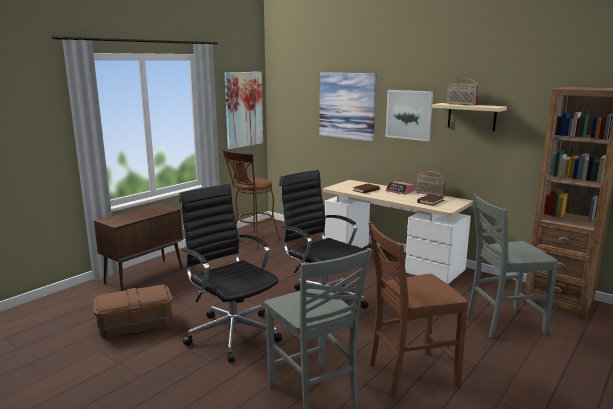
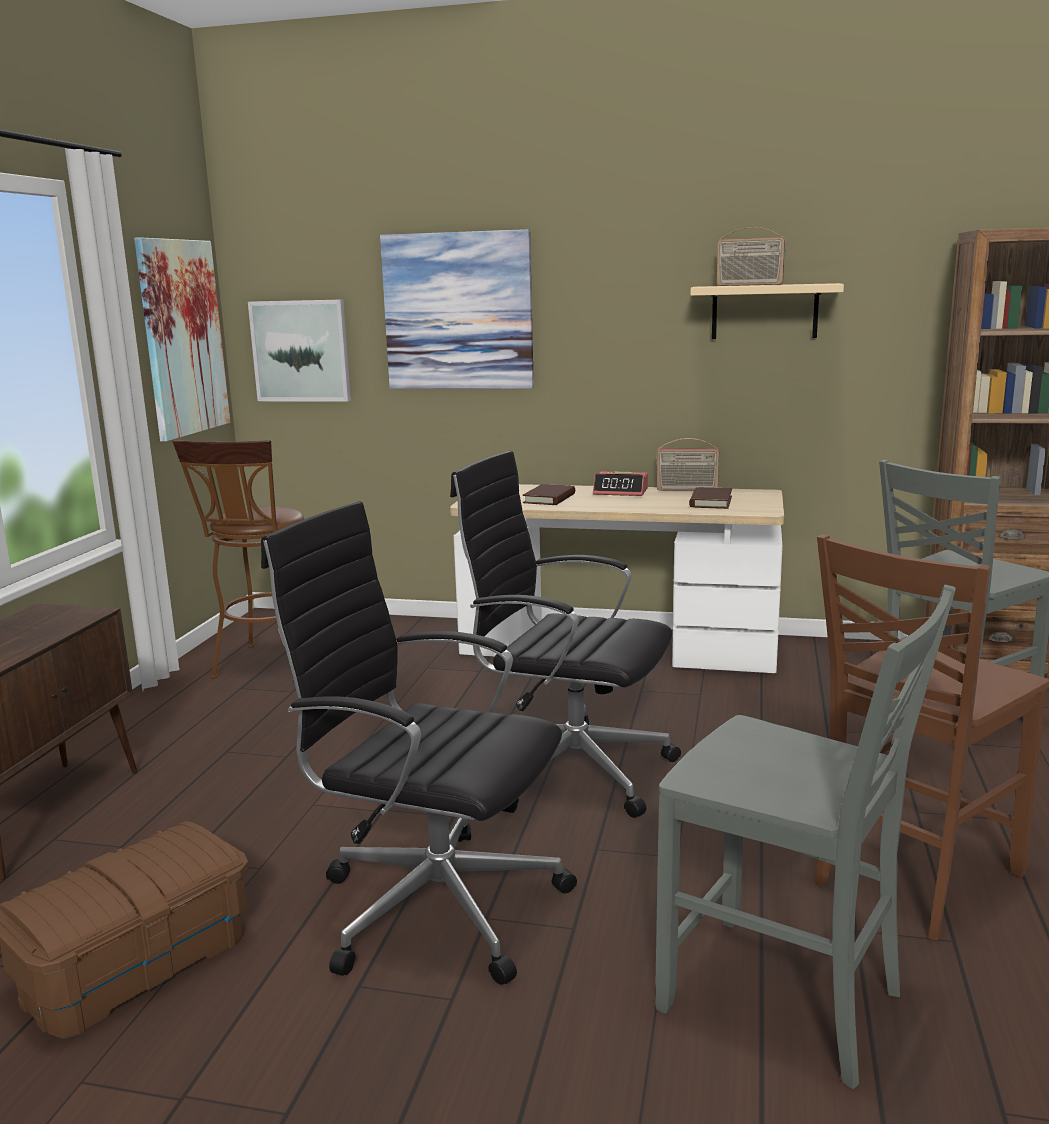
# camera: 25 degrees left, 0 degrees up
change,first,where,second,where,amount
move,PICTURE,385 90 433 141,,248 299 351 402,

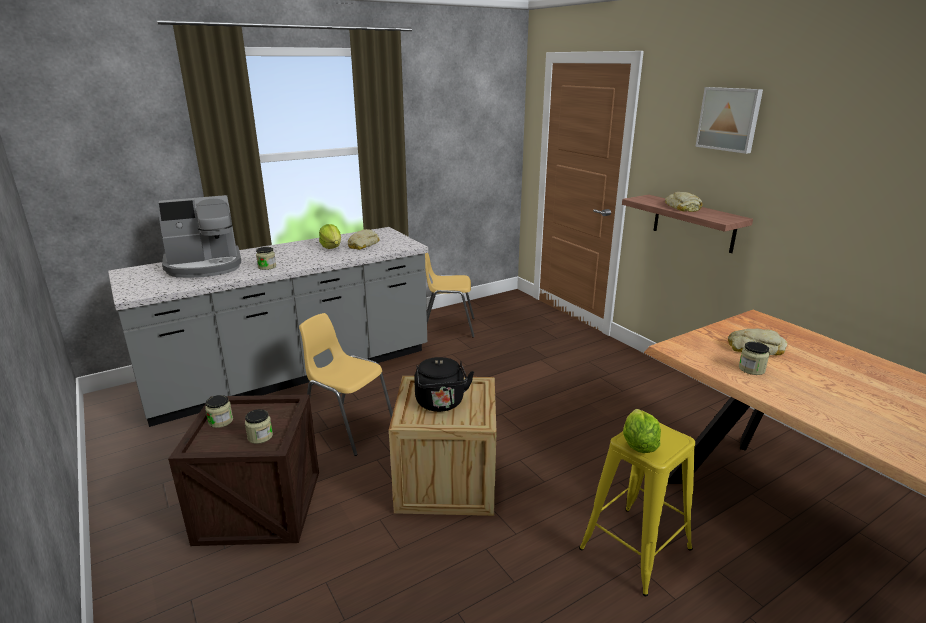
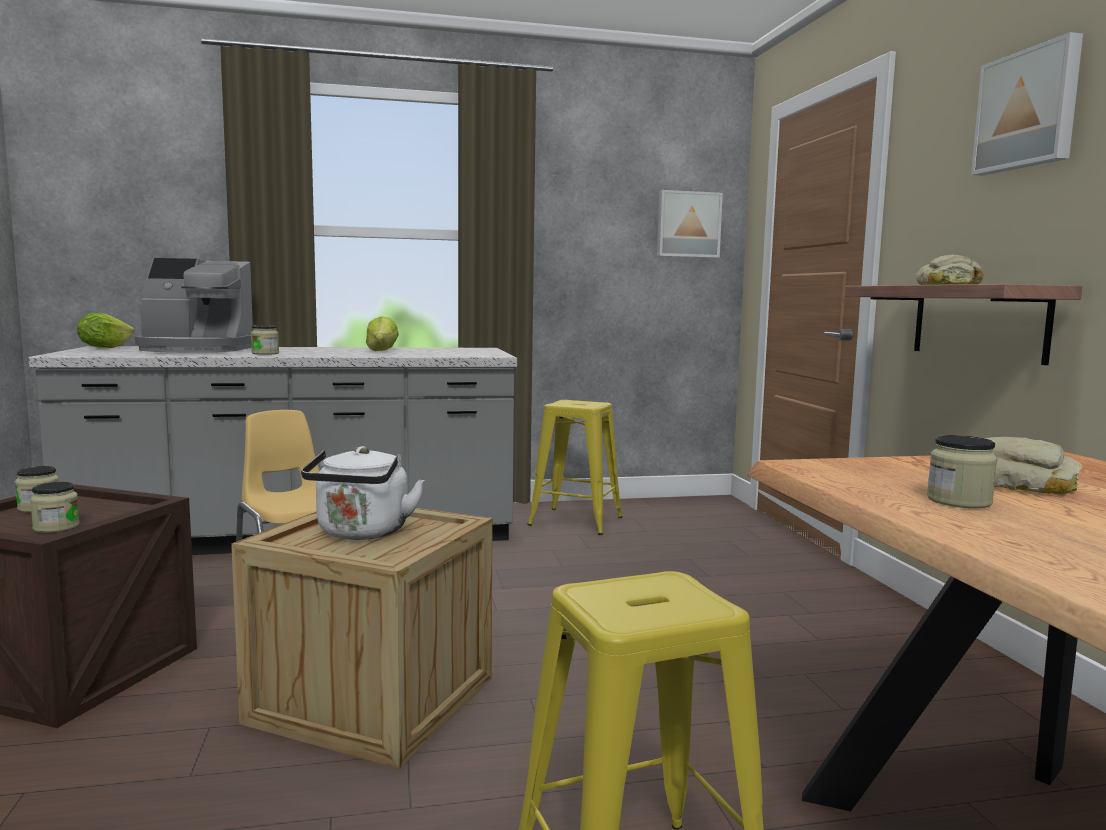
# camera: 20 degrees right, 15 degrees down
change,first,where,second,where,amount
delete,BREAD,348 229 380 250,,,
replace,YELLOW CHAIR,425 253 475 337,YELLOW STOOL,527 400 622 535,
recolor,BLACK KETTLE,414 357 474 412,WHITE KETTLE,301 446 425 540,
move,LETTUCE,623 409 661 453,,77 313 134 348,
insert,,,PICTURE,657 190 723 258,

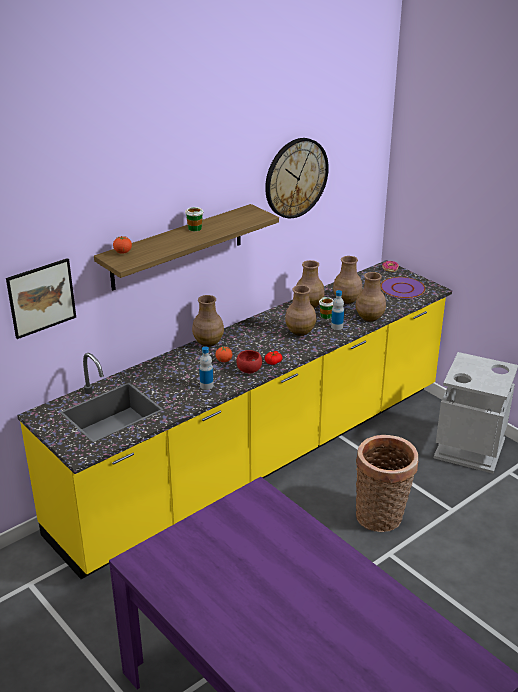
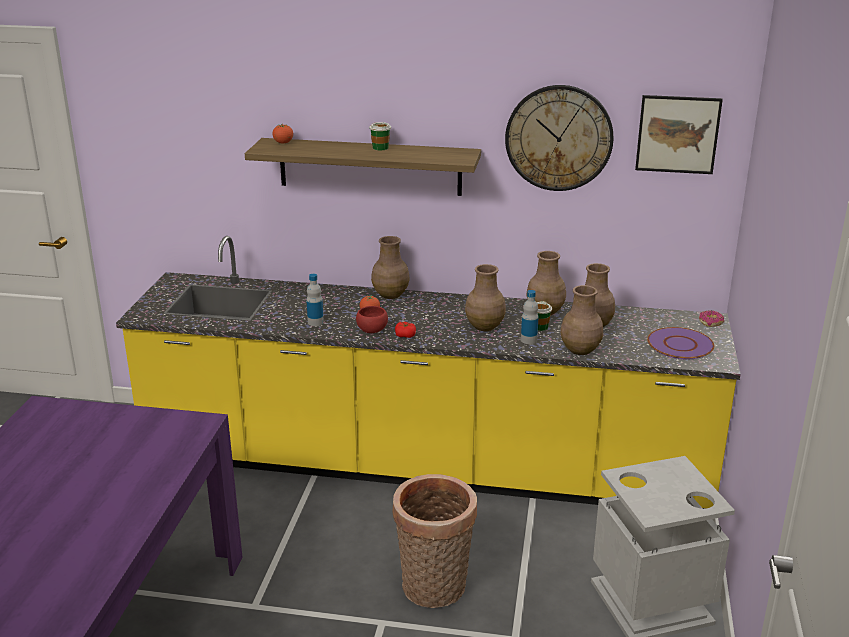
# camera: 50 degrees right, 5 degrees down
change,first,where,second,where,amount
move,PICTURE,6 258 76 339,,635 95 723 174,

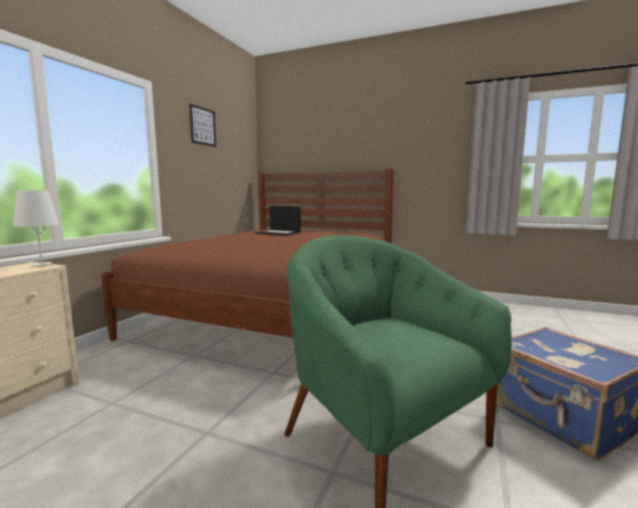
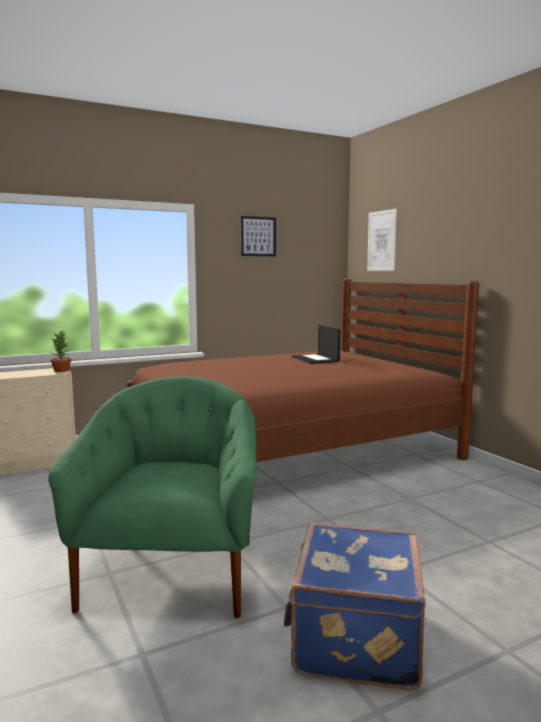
# camera: 40 degrees right, 0 degrees up
change,first,where,second,where,amount
replace,WHITE TABLE LAMP,13 191 60 267,POTTED PLANT,50 331 72 372,
insert,,,PICTURE,367 209 397 271,

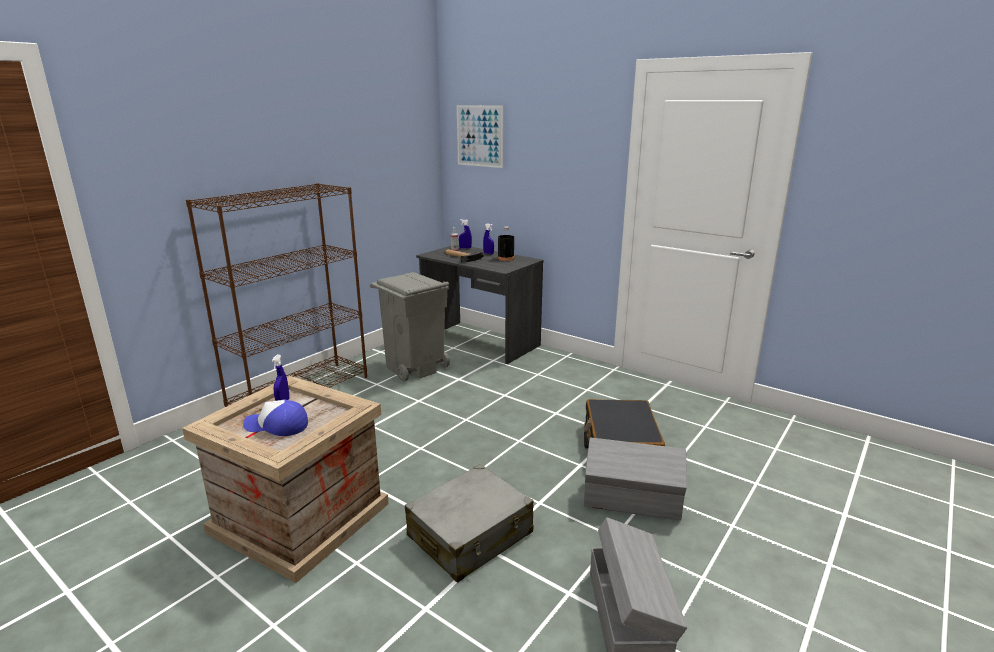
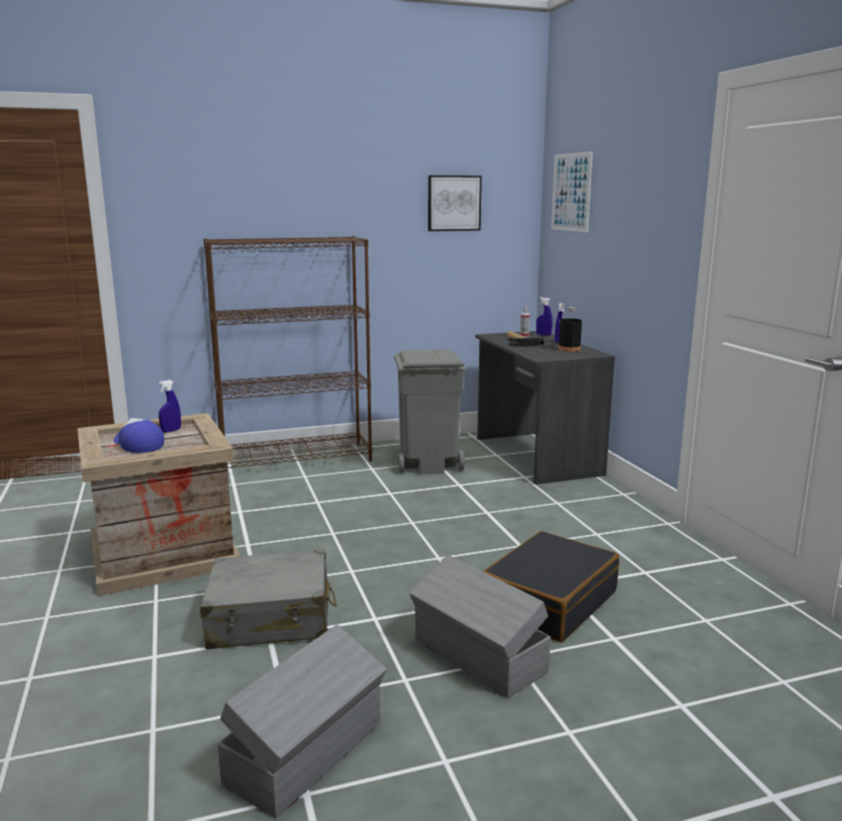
# camera: 35 degrees right, 5 degrees down
change,first,where,second,where,amount
insert,,,PICTURE,428 175 482 231,

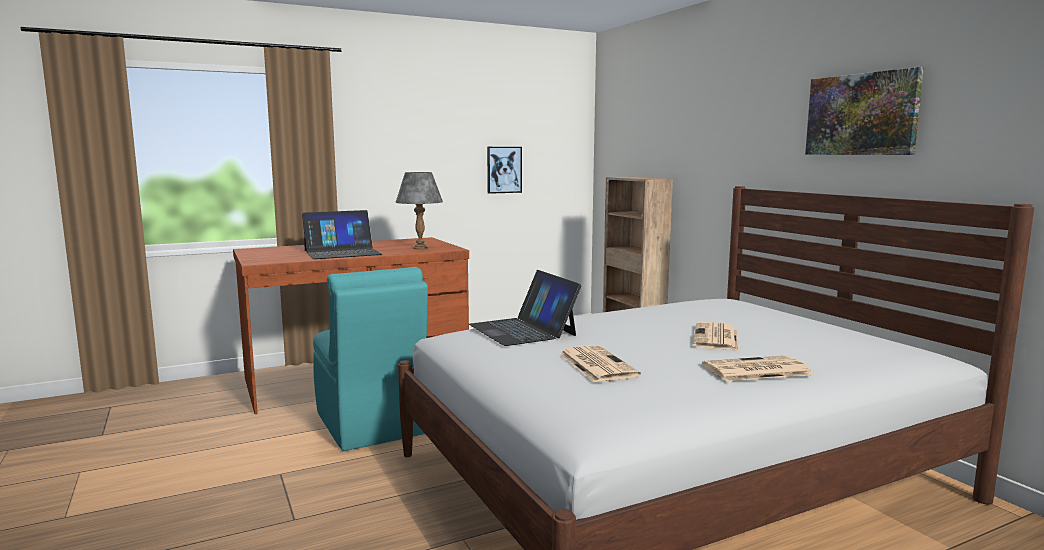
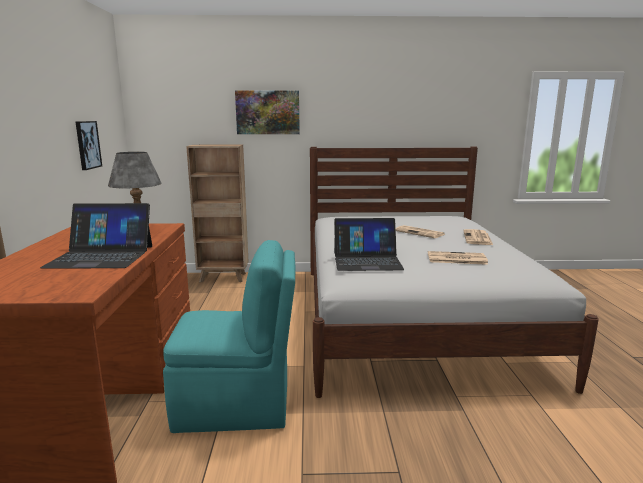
# camera: 65 degrees left, 5 degrees up
change,first,where,second,where,amount
move,PICTURE,805 67 924 155,,235 91 300 134,
rotate,LAPTOP,302 210 382 259,,40 203 152 269,90 degrees clockwise

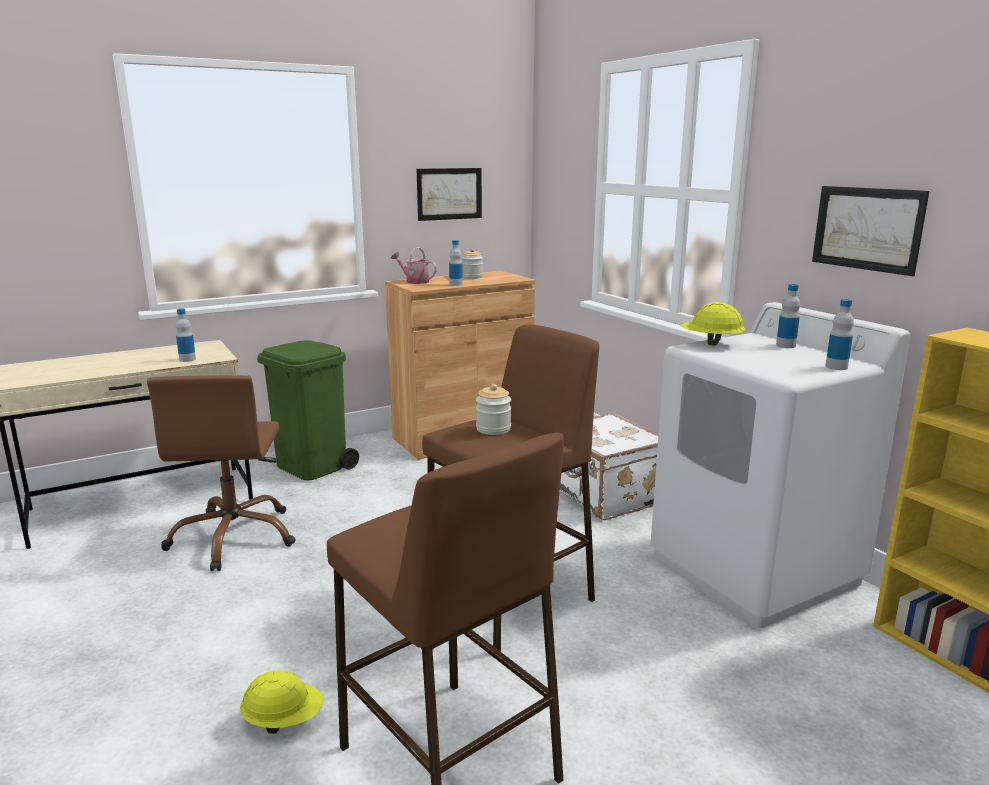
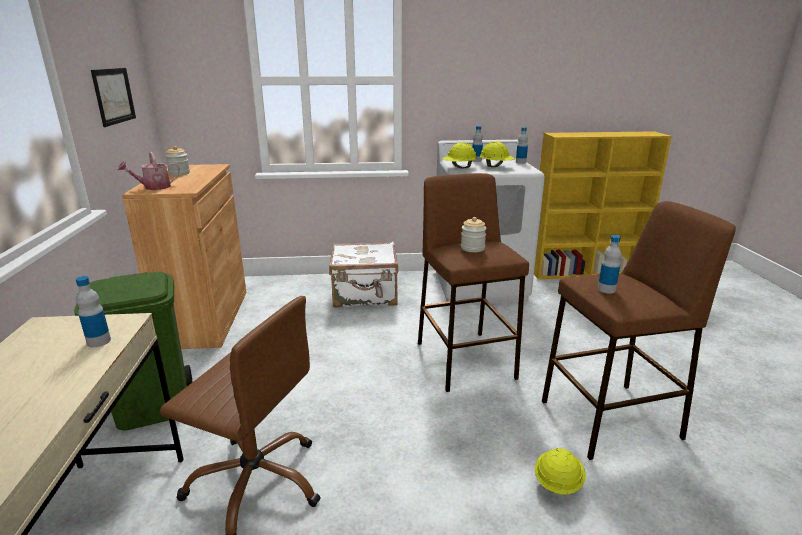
# camera: 65 degrees left, 5 degrees up
change,first,where,second,where,amount
delete,PICTURE,812 186 929 276,,,
move,BOTTLE,449 240 463 286,,597 235 621 293,
insert,,,YELLOW HARD HAT,480 141 515 167,

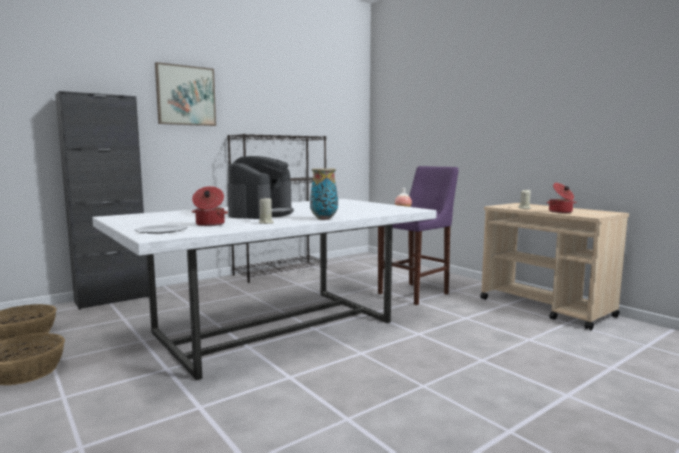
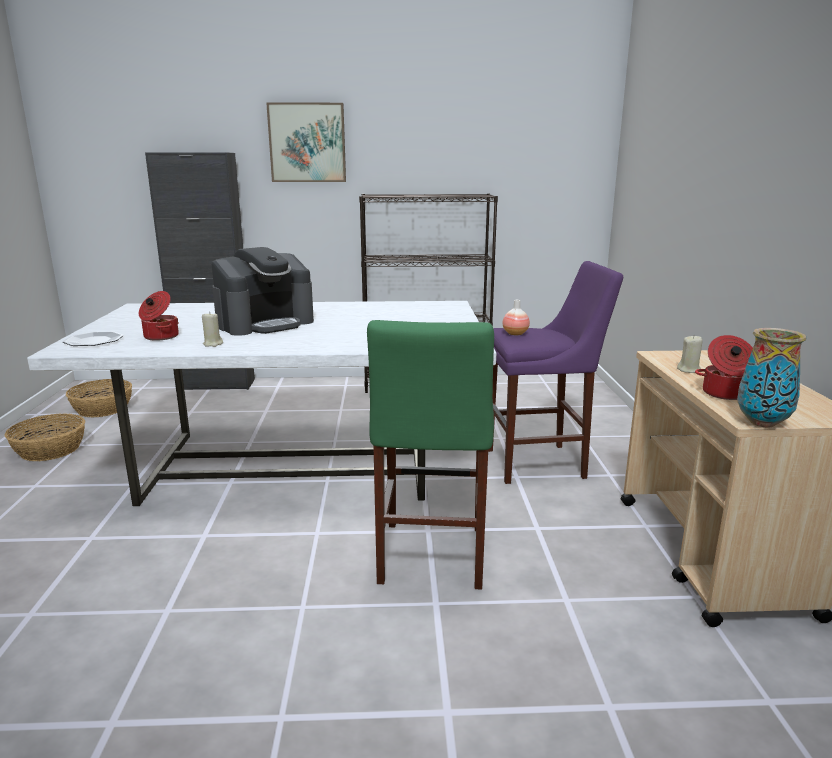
# camera: 35 degrees right, 10 degrees up
change,first,where,second,where,amount
move,VASE,310 168 338 220,,737 328 806 428,
insert,,,GREEN STOOL,367 320 494 590,

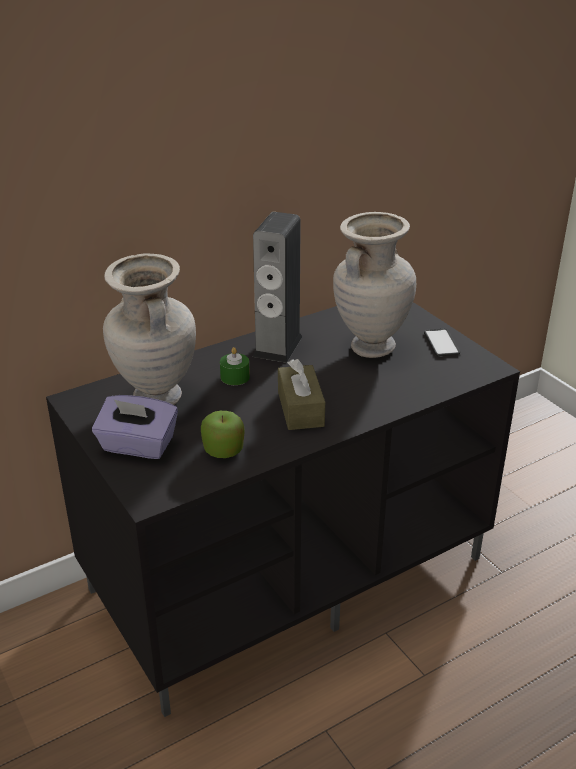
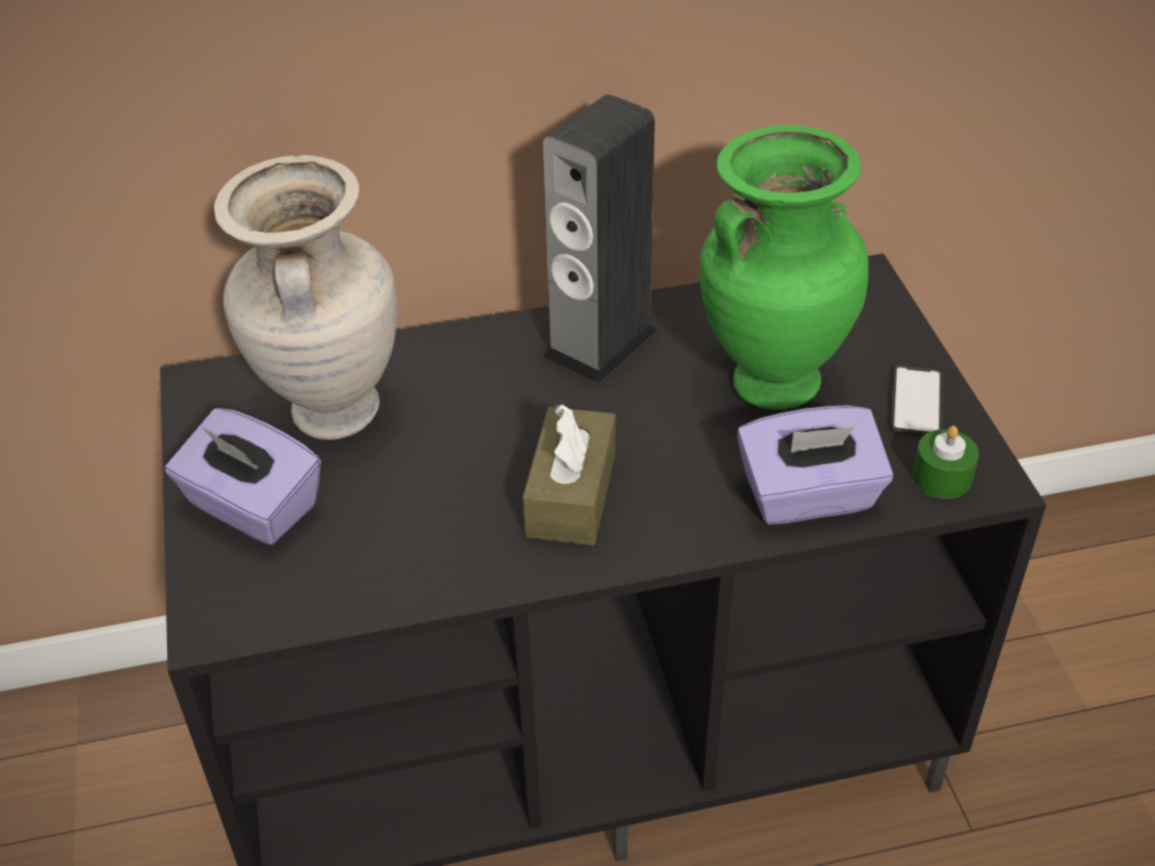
# camera: 20 degrees right, 10 degrees up
change,first,where,second,where,amount
recolor,BEIGE VASE,333 212 416 358,GREEN VASE,700 125 869 410,
move,GREEN CANDLE,220 347 250 385,,912 426 979 499,
delete,APPLE,201 411 245 458,,,
insert,,,PURPLE TISSUE BOX,737 405 893 525,

